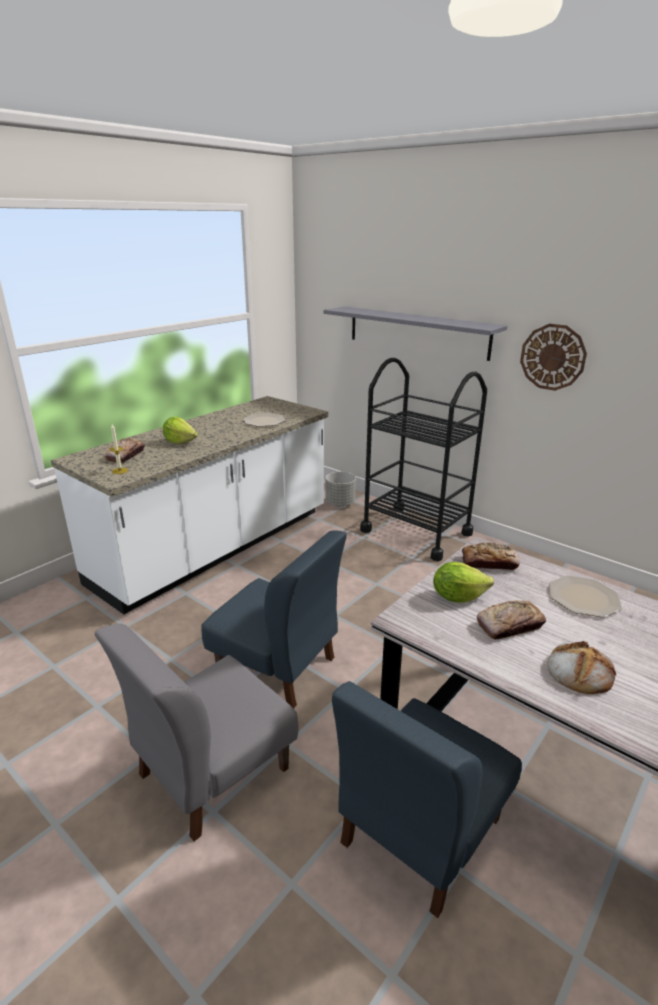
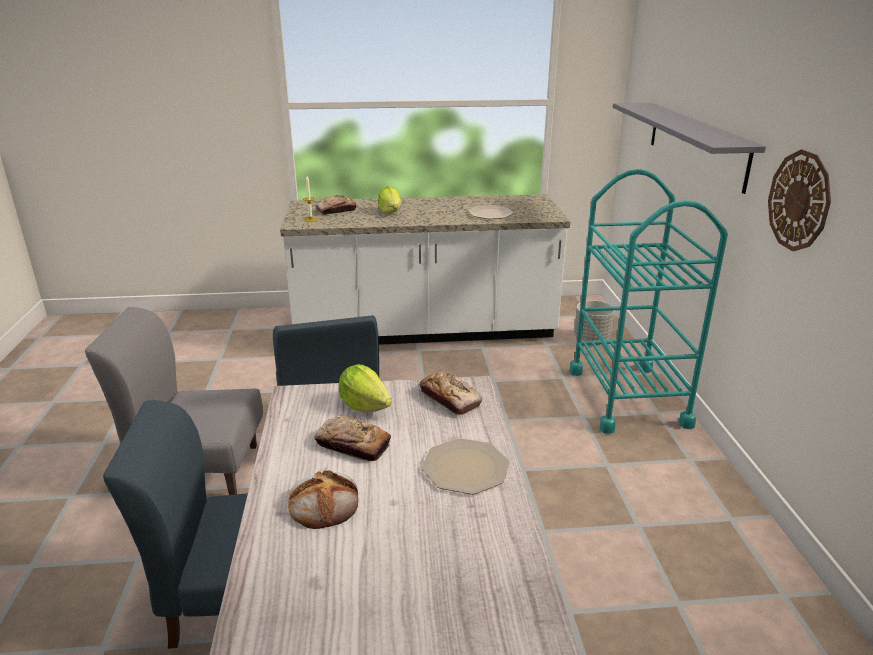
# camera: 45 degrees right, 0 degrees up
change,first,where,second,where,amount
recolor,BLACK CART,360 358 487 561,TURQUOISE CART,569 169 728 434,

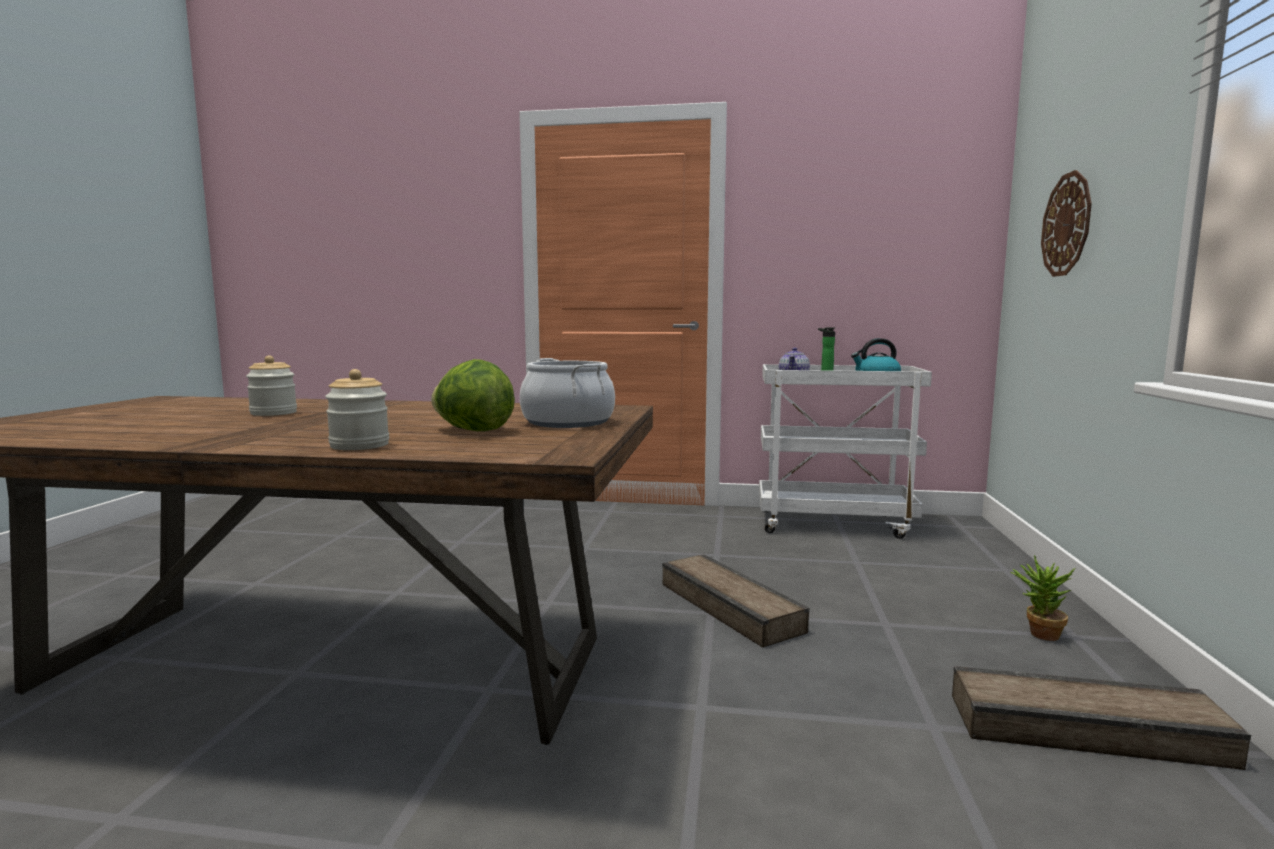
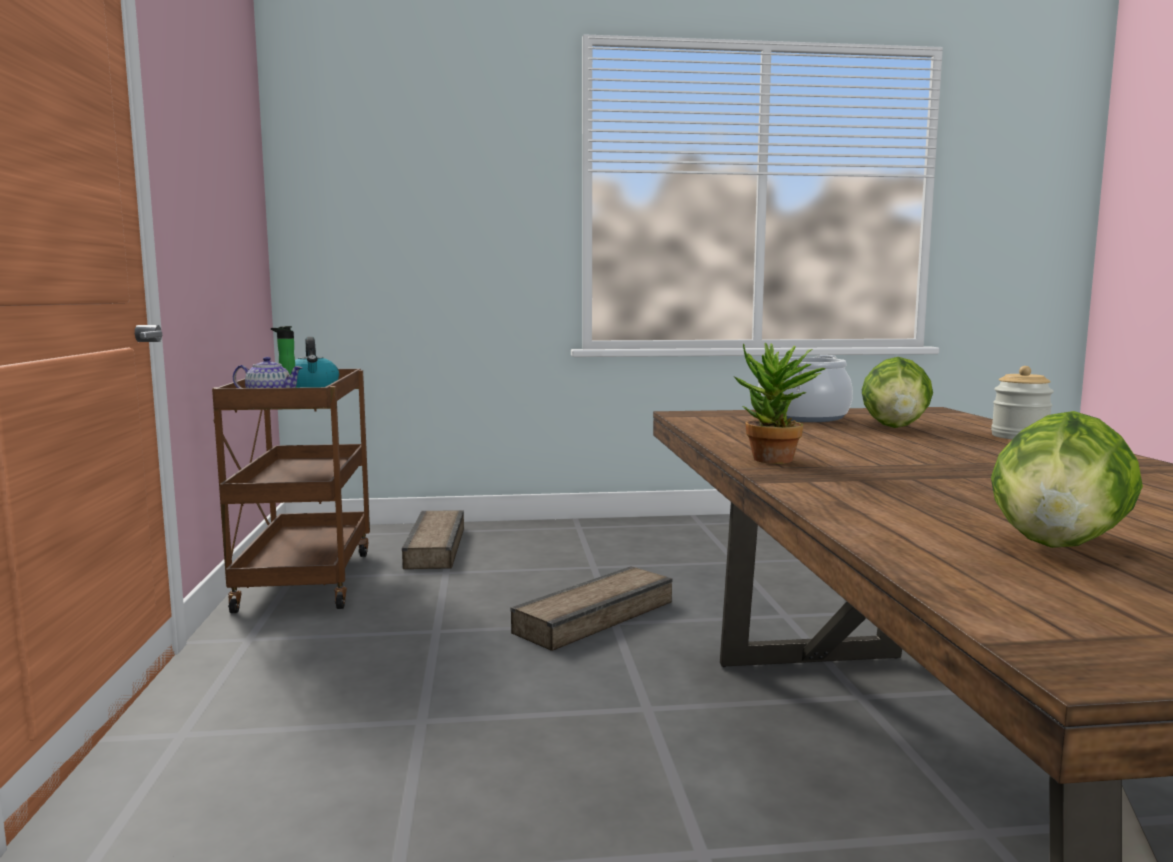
# camera: 105 degrees left, 0 degrees up
change,first,where,second,where,amount
delete,WALL CLOCK,1041 170 1092 277,,,
delete,JAR,246 355 297 416,,,
recolor,WHITE CART,759 364 932 539,BROWN CART,212 369 370 613,
move,POTTED PLANT,1011 555 1076 641,,735 343 825 464,
move,CRATE,952 666 1251 770,,402 510 464 569,
insert,,,LETTUCE,991 411 1143 548,

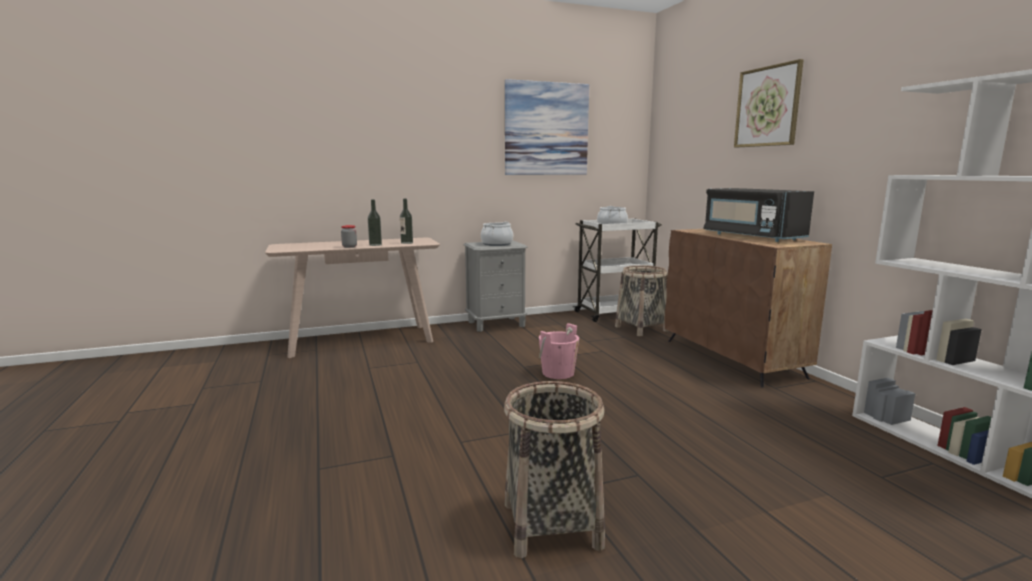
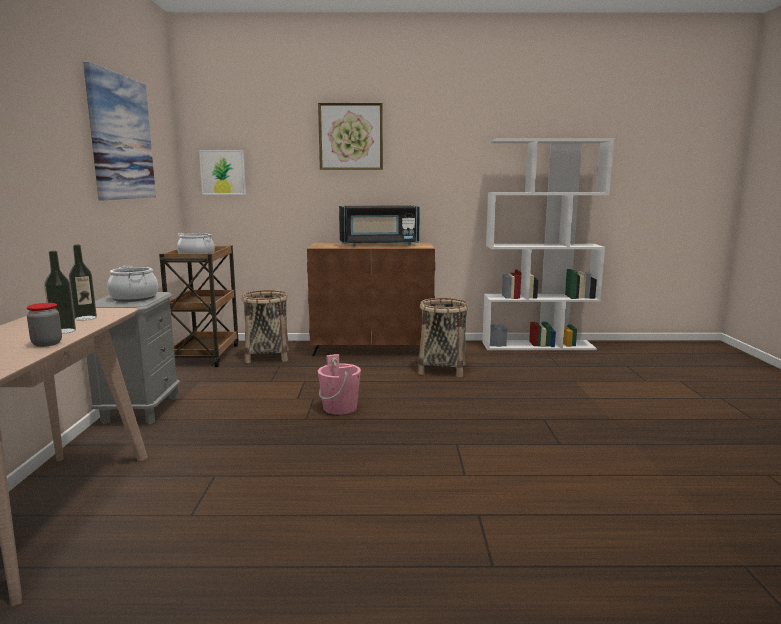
# camera: 70 degrees left, 0 degrees up
change,first,where,second,where,amount
recolor,WHITE CART,572 218 662 322,BROWN CART,159 246 238 367,
move,BASKET,504 381 605 558,,418 298 469 377,
insert,,,PICTURE,199 150 246 195,

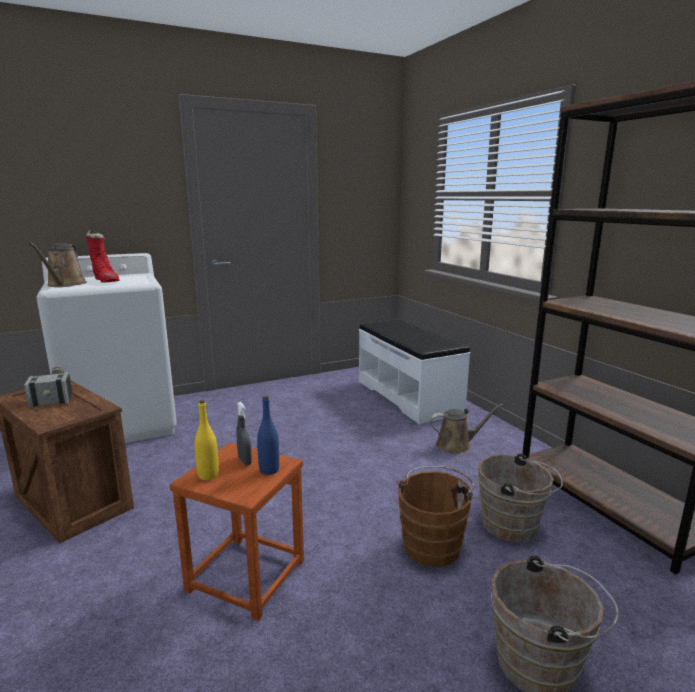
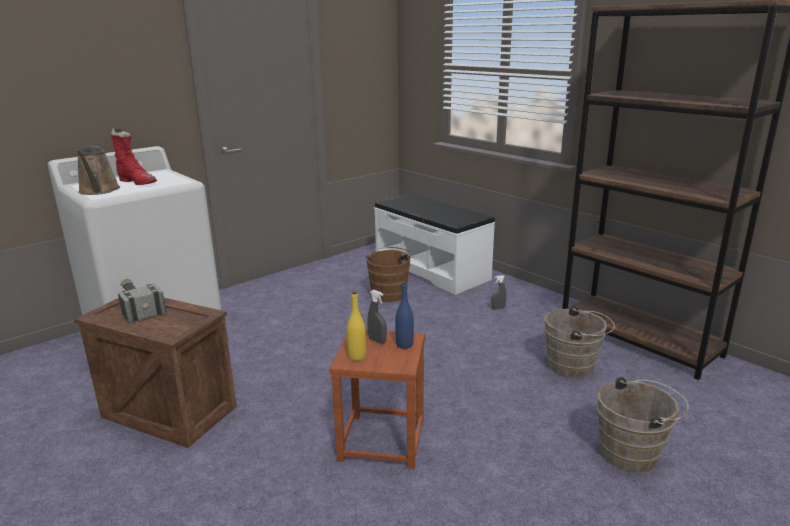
# camera: 15 degrees left, 5 degrees up
change,first,where,second,where,amount
replace,BROWN WATERING CAN,430 404 503 454,GREY SPRAY BOTTLE,492 275 506 310,
move,BROWN BUCKET,397 466 478 567,,365 247 414 302,

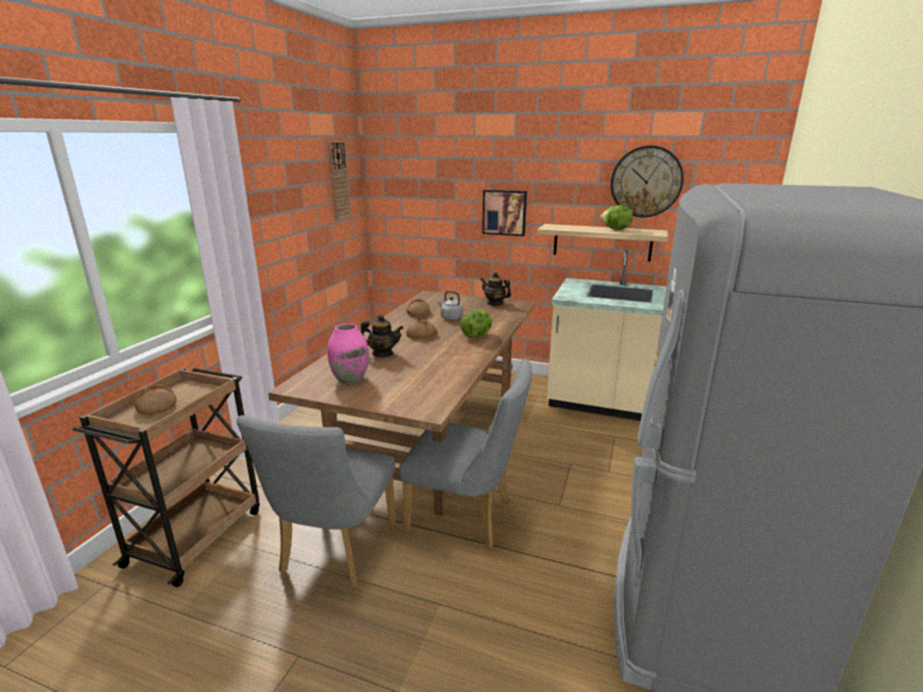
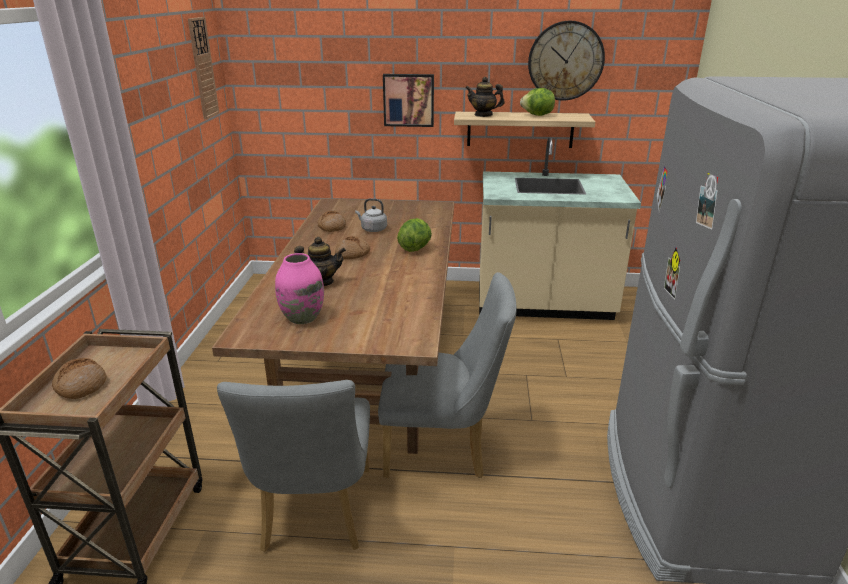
# camera: 15 degrees left, 5 degrees up
change,first,where,second,where,amount
move,TEAPOT,480 272 511 306,,466 77 505 117,

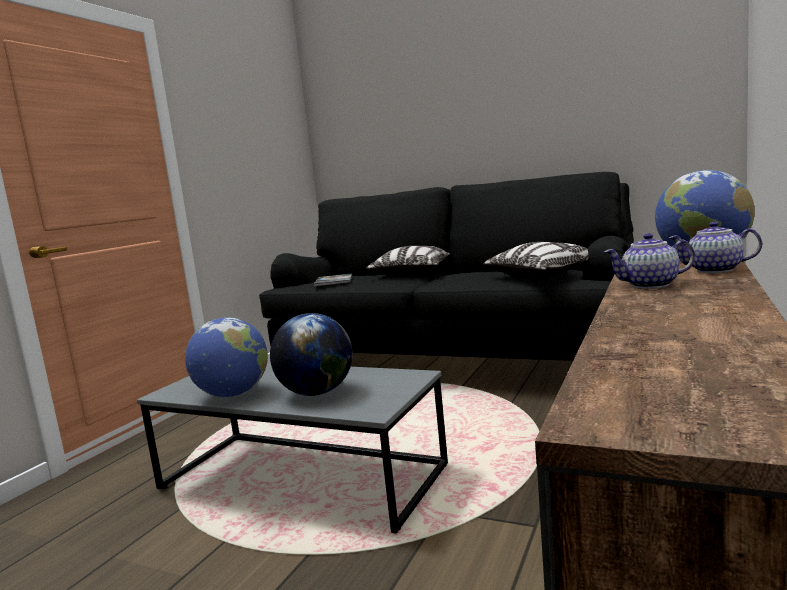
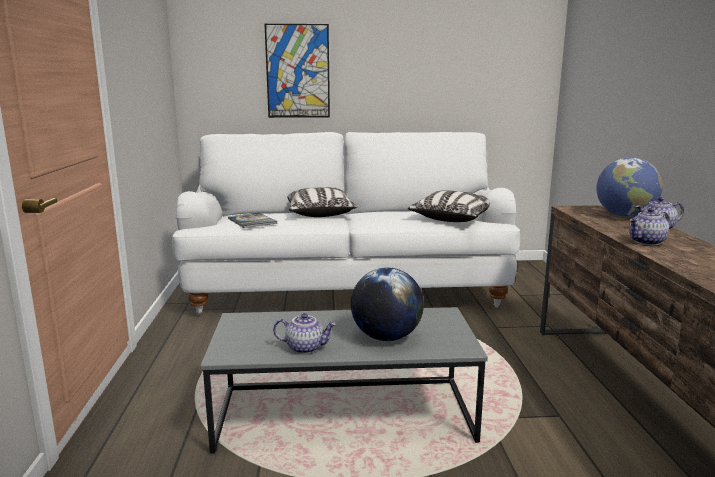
# camera: 30 degrees left, 5 degrees up
change,first,where,second,where,amount
recolor,BLACK SOFA,259 172 634 361,WHITE SOFA,172 132 520 315,
replace,GLOBE,185 317 268 397,TEAPOT,273 313 336 354,
insert,,,PICTURE,265 24 330 118,

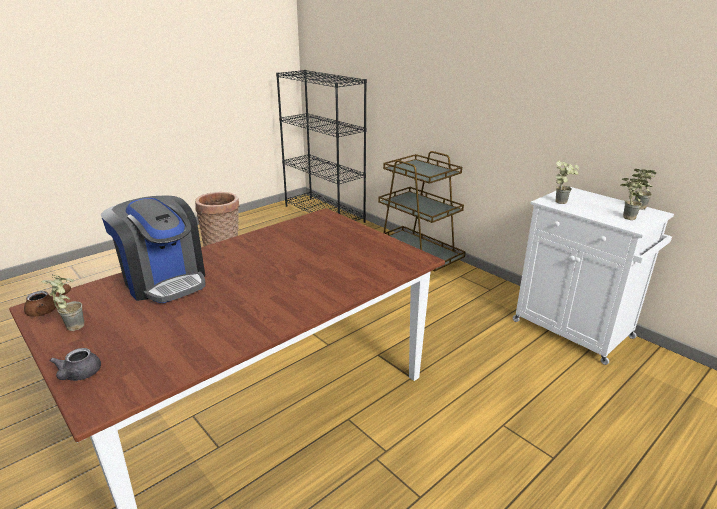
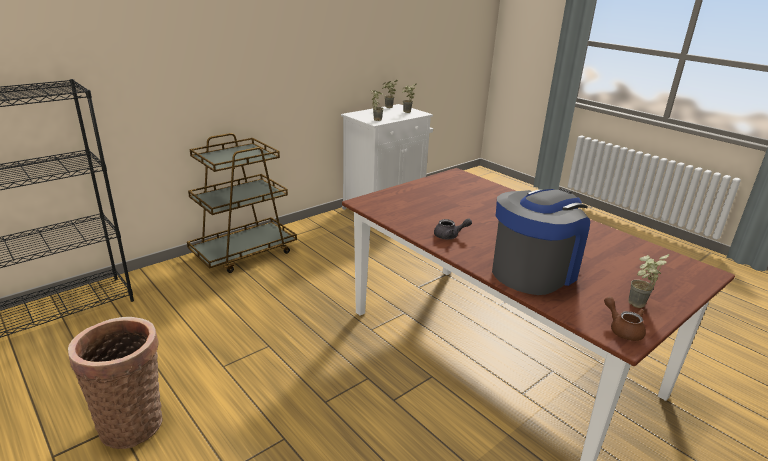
# camera: 90 degrees left, 0 degrees up
change,first,where,second,where,amount
move,GREY TEAPOT,50 348 101 381,,434 218 472 239,

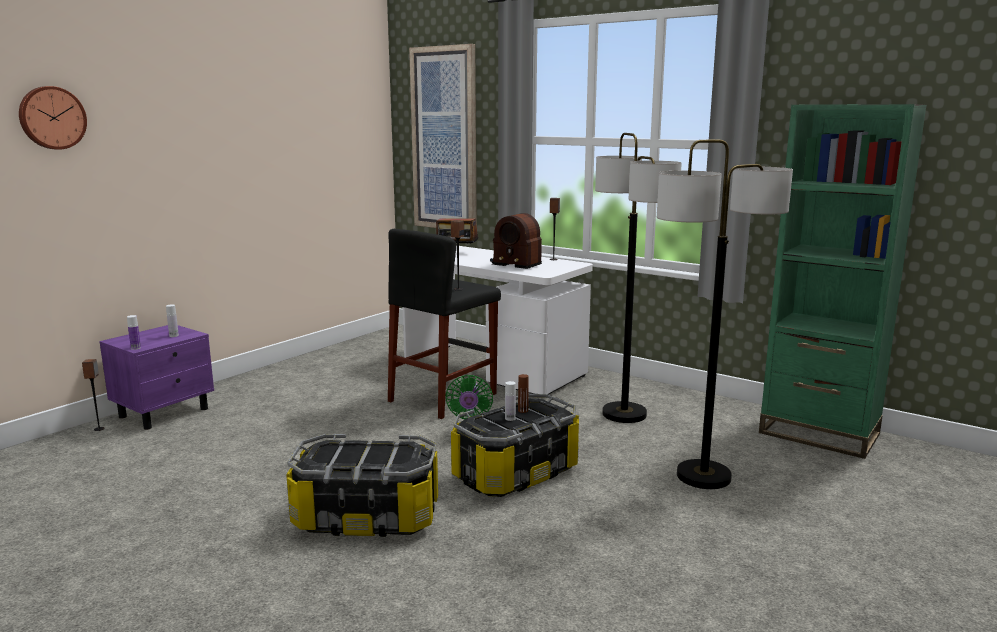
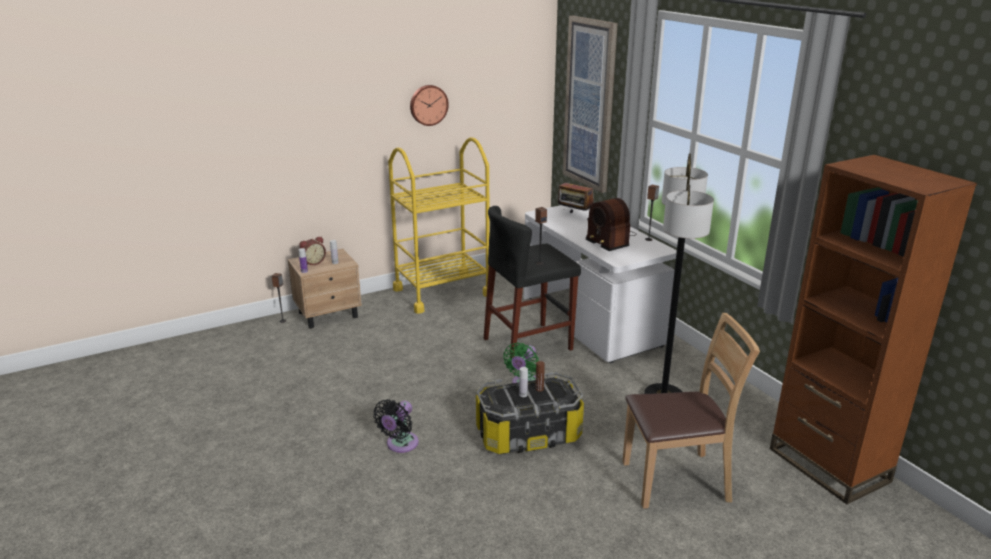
# camera: 25 degrees right, 10 degrees up
change,first,where,second,where,amount
move,WALL CLOCK,19 86 87 150,,410 85 449 126,
recolor,GREEN BOOKCASE,759 104 927 459,BROWN BOOKCASE,770 155 977 504,
replace,FLOOR LAMP,657 139 793 489,BROWN CHAIR,622 313 760 509,
recolor,PURPLE NIGHTSTAND,99 325 214 430,BEIGE NIGHTSTAND,288 249 362 329,
replace,STORAGE BOX,286 434 438 537,BLACK FAN,373 399 419 453,
insert,,,YELLOW CART,388 137 490 314,
insert,,,ALARM CLOCK,299 236 326 265,

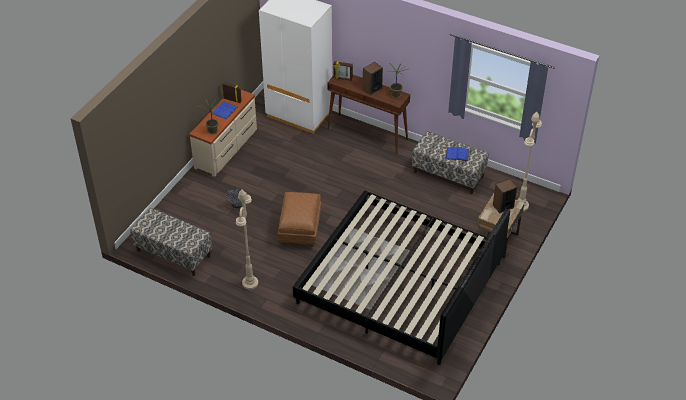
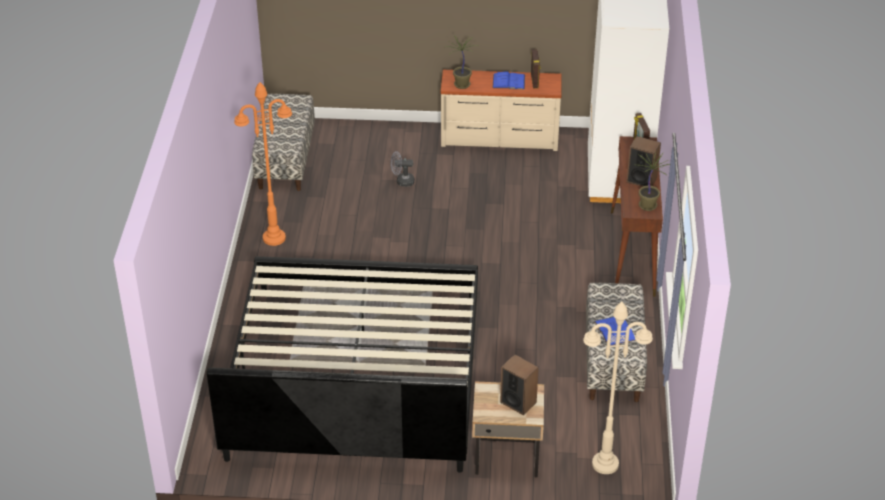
# camera: 65 degrees right, 5 degrees down
change,first,where,second,where,amount
recolor,BEIGE FLOOR LAMP,236 190 258 290,ORANGE FLOOR LAMP,234 82 292 246,
delete,BROWN OTTOMAN,277 192 321 247,,,

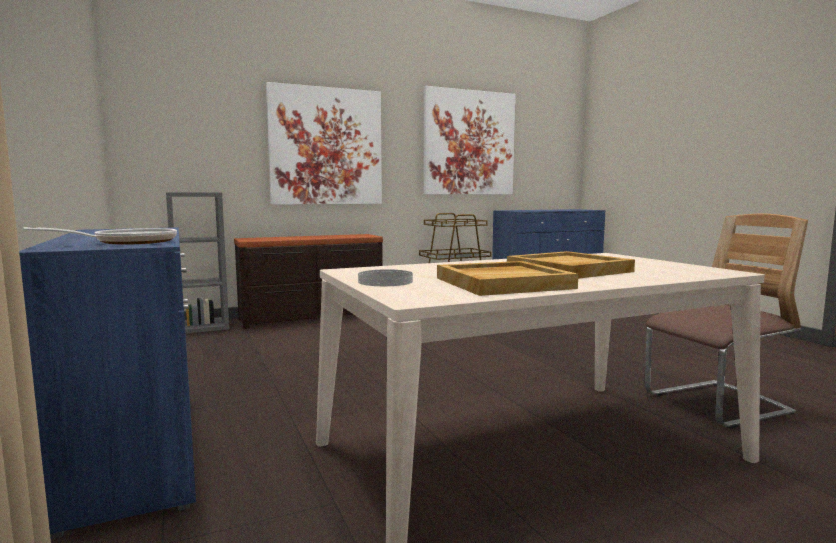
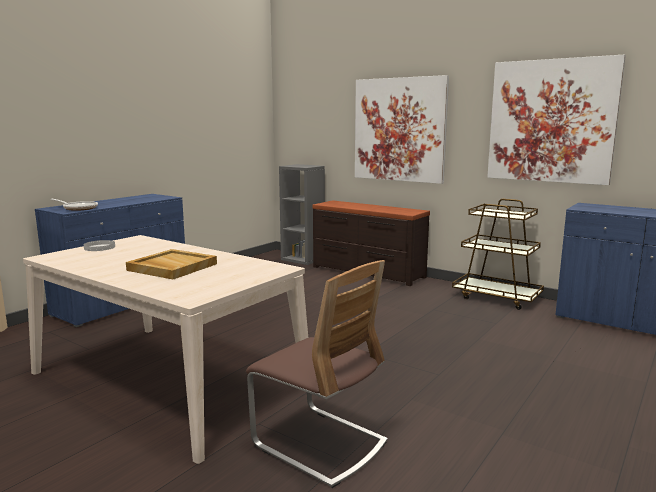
# camera: 60 degrees right, 5 degrees up
change,first,where,second,where,amount
delete,BEIGE TRAY,437 261 578 296,,,

